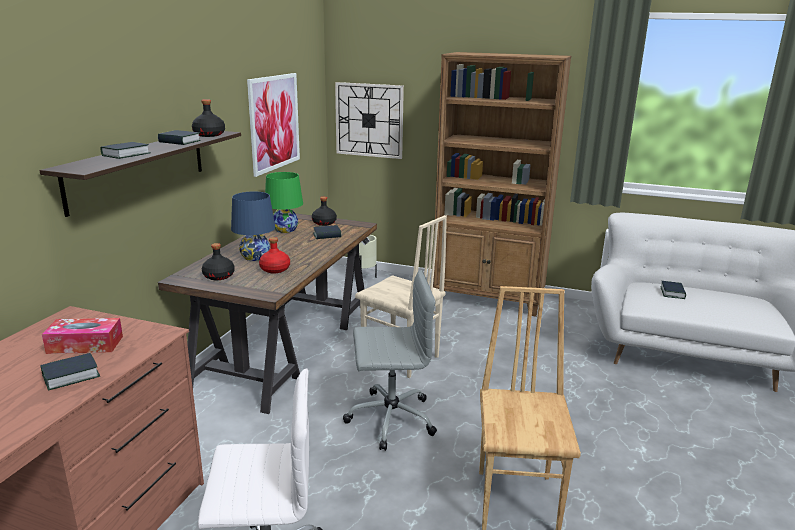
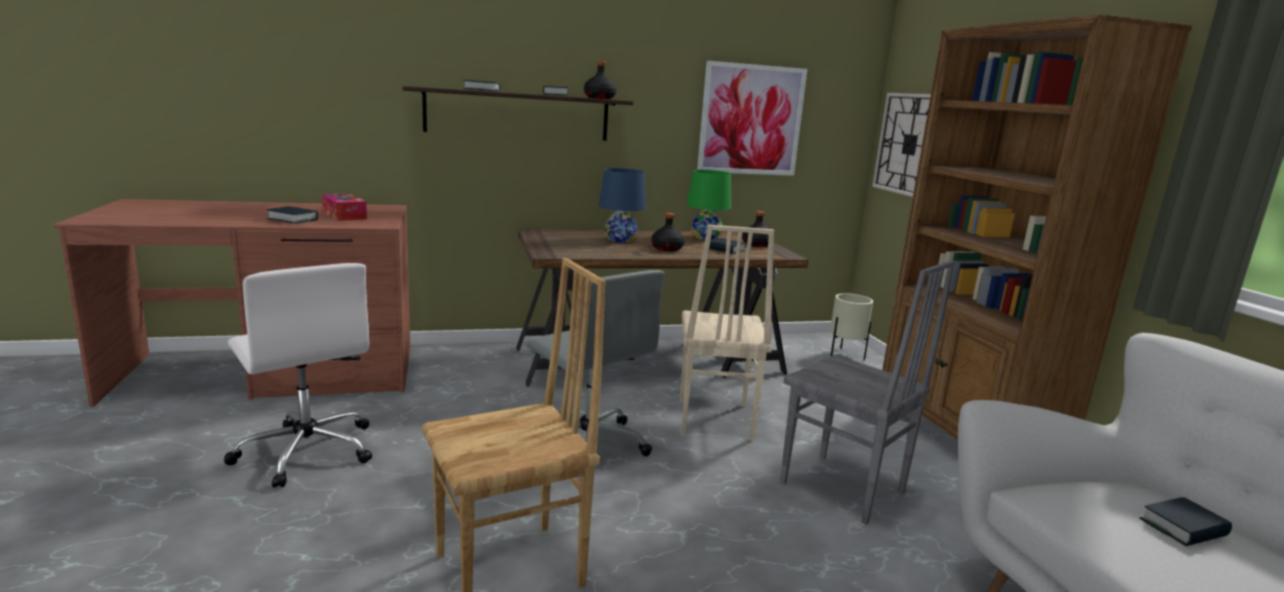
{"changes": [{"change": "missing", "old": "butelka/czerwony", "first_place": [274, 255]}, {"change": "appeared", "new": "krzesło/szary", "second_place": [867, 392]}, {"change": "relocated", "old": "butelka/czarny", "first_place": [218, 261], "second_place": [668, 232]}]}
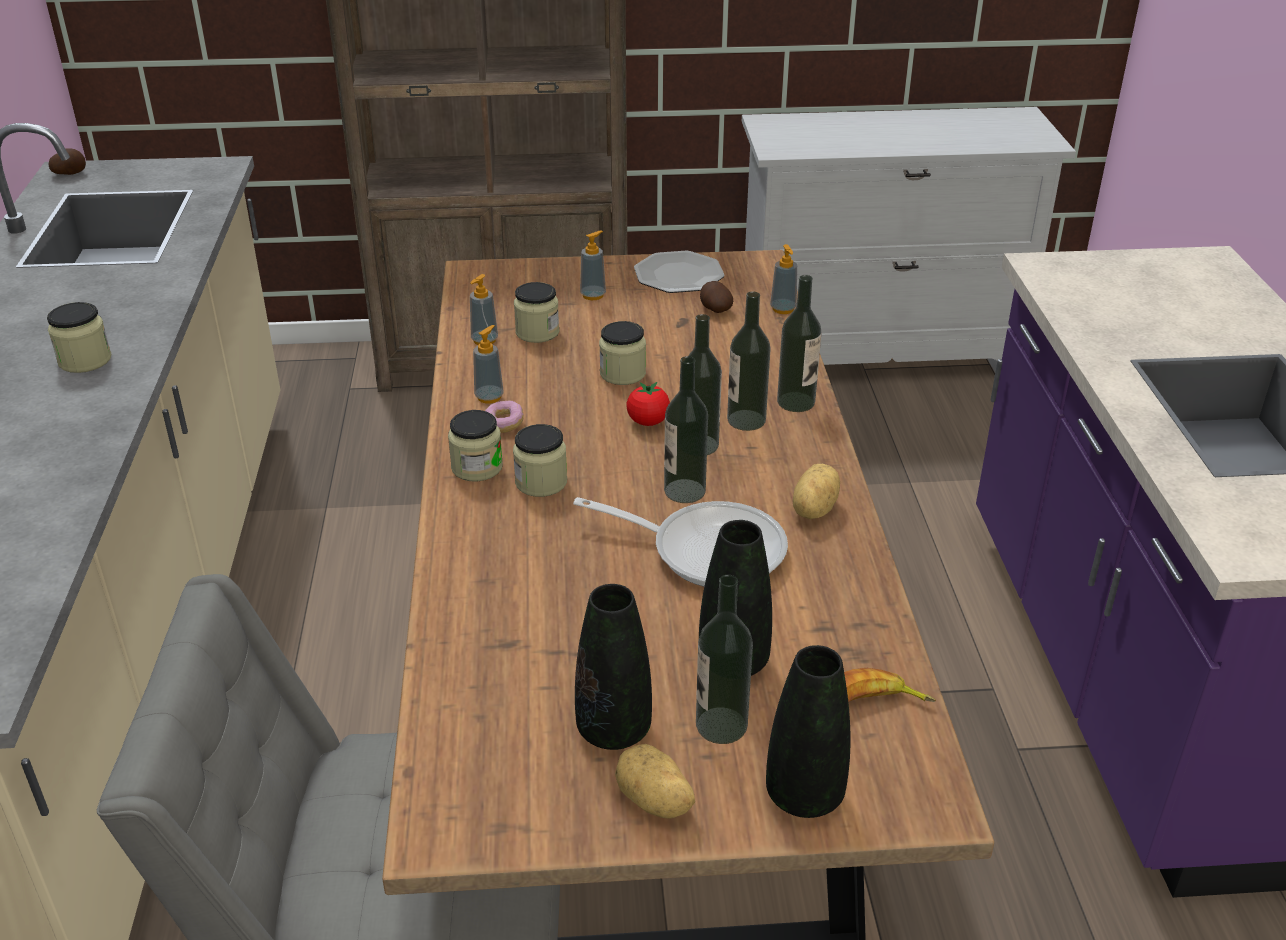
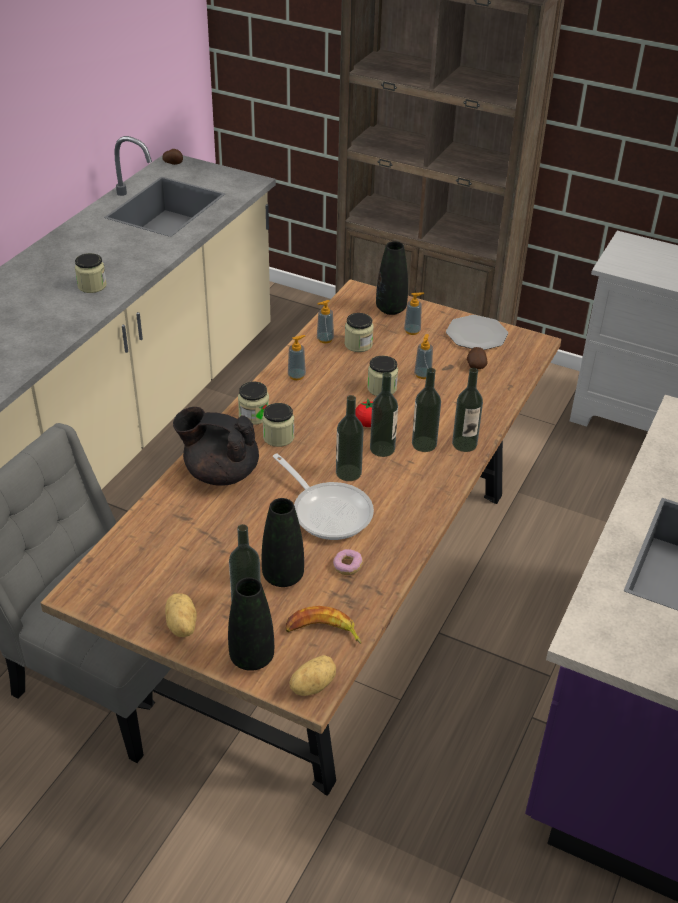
{"changes": [{"change": "appeared", "new": "imbryk/czarny", "second_place": [216, 446]}, {"change": "relocated", "old": "donut", "first_place": [504, 417], "second_place": [348, 562]}, {"change": "relocated", "old": "wazon/czarny", "first_place": [613, 667], "second_place": [392, 278]}, {"change": "relocated", "old": "dozownik mydła", "first_place": [783, 279], "second_place": [423, 356]}, {"change": "relocated", "old": "ziemniak", "first_place": [816, 491], "second_place": [312, 675]}]}
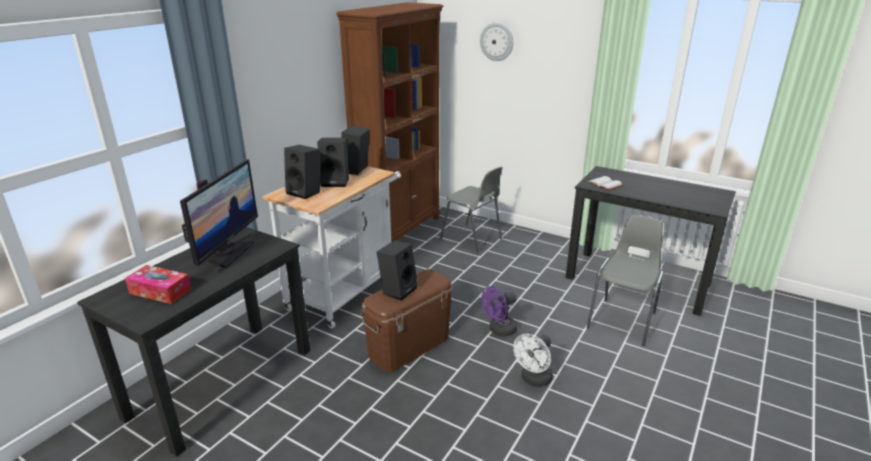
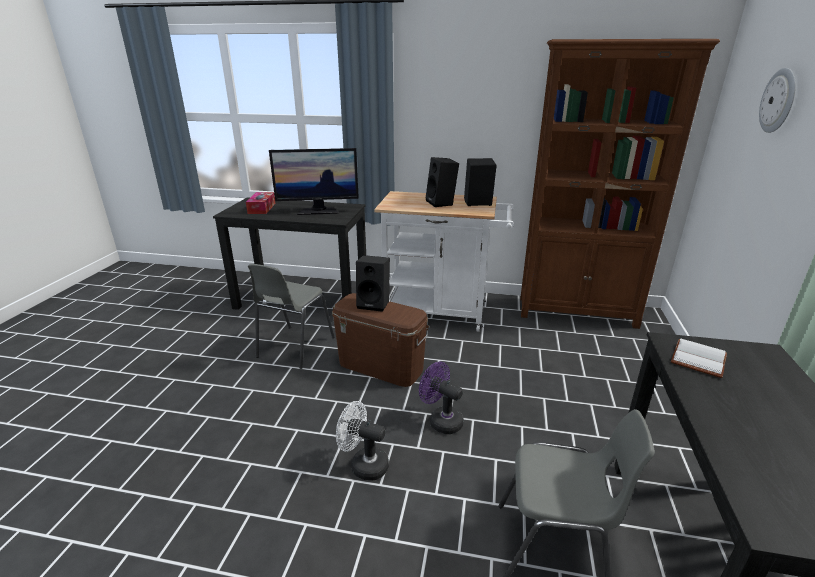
{"changes": [{"change": "missing", "old": "głośnik/czarny", "first_place": [302, 172]}, {"change": "relocated", "old": "krzesło/szary", "first_place": [471, 210], "second_place": [291, 316]}]}
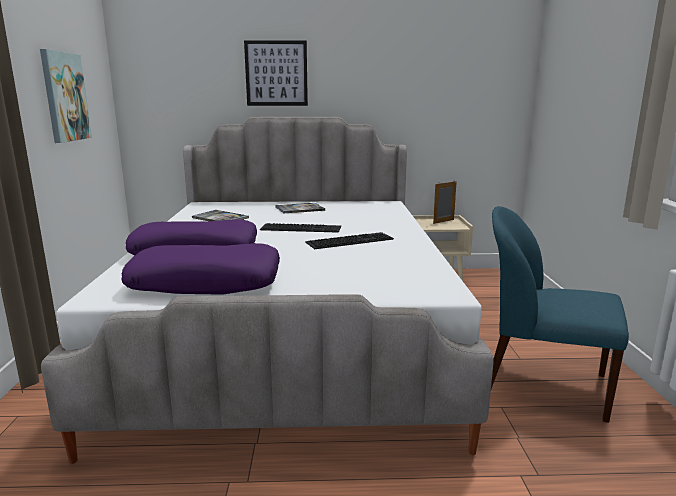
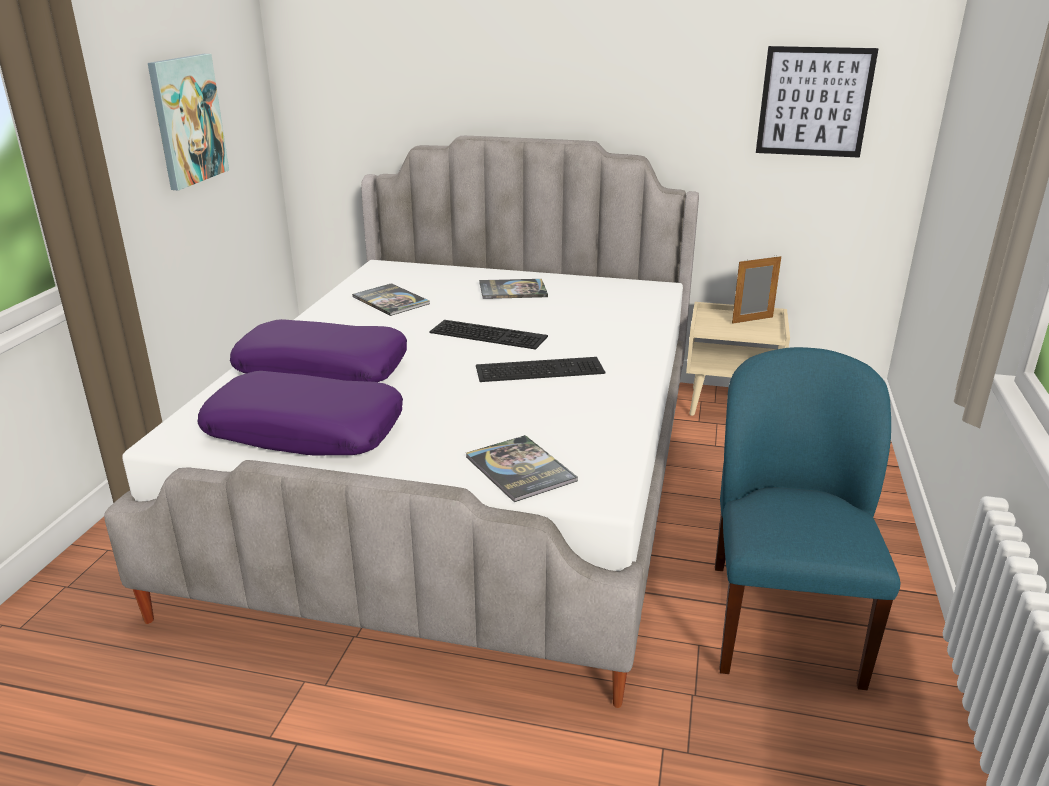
{"changes": [{"change": "appeared", "new": "książka", "second_place": [522, 468]}, {"change": "relocated", "old": "obraz", "first_place": [276, 73], "second_place": [817, 102]}, {"change": "spun", "old": "krzesło/niebieski", "first_place": [560, 314], "second_place": [807, 518], "degrees": 60}]}
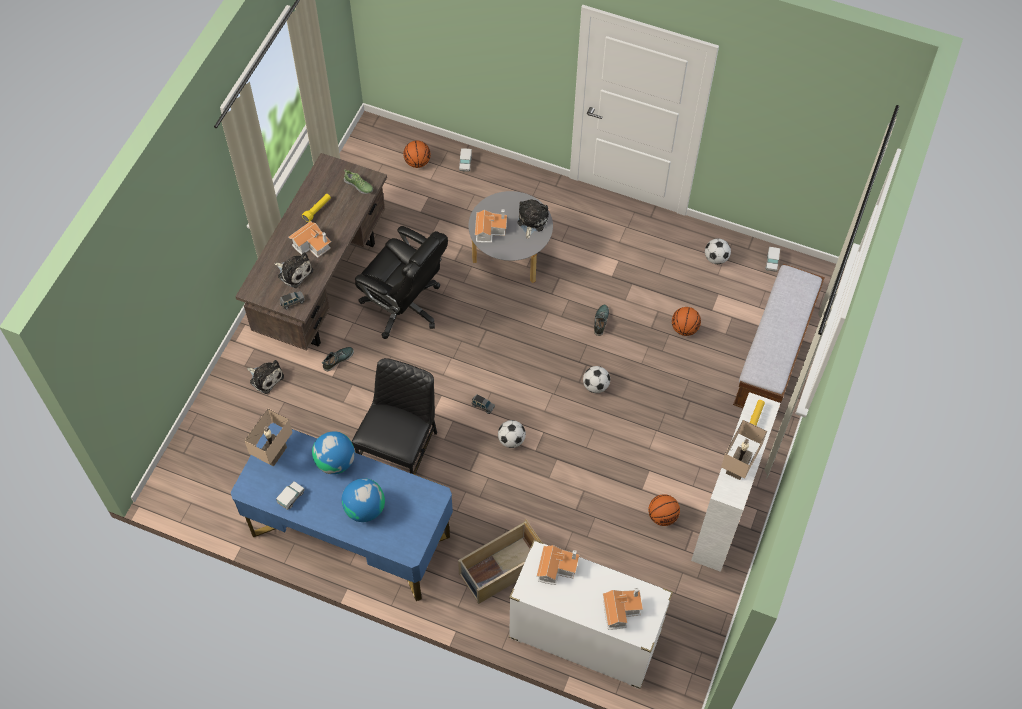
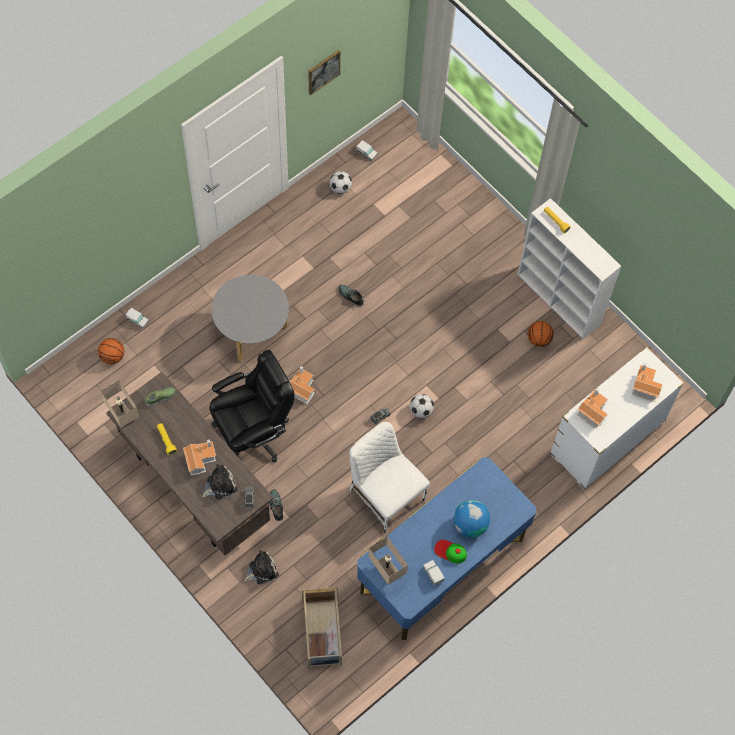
{"changes": [{"change": "missing", "old": "globus", "first_place": [333, 452]}, {"change": "missing", "old": "pluszak", "first_place": [533, 219]}, {"change": "missing", "old": "piłka futbolowa", "first_place": [596, 379]}, {"change": "missing", "old": "piłka do koszykówki", "first_place": [686, 321]}, {"change": "missing", "old": "ławka", "first_place": [779, 338]}, {"change": "appeared", "new": "obraz", "second_place": [324, 72]}, {"change": "appeared", "new": "czapka z daszkiem", "second_place": [450, 551]}, {"change": "relocated", "old": "pojemnik do przechowywania/beżowy", "first_place": [499, 561], "second_place": [322, 627]}, {"change": "relocated", "old": "domek", "first_place": [491, 226], "second_place": [302, 385]}, {"change": "relocated", "old": "lampa stołowa/beżowy", "first_place": [744, 450], "second_place": [120, 404]}, {"change": "colour", "old": "krzesło/czarny", "new": "krzesło/biały", "first_place": [394, 416], "second_place": [389, 477]}]}
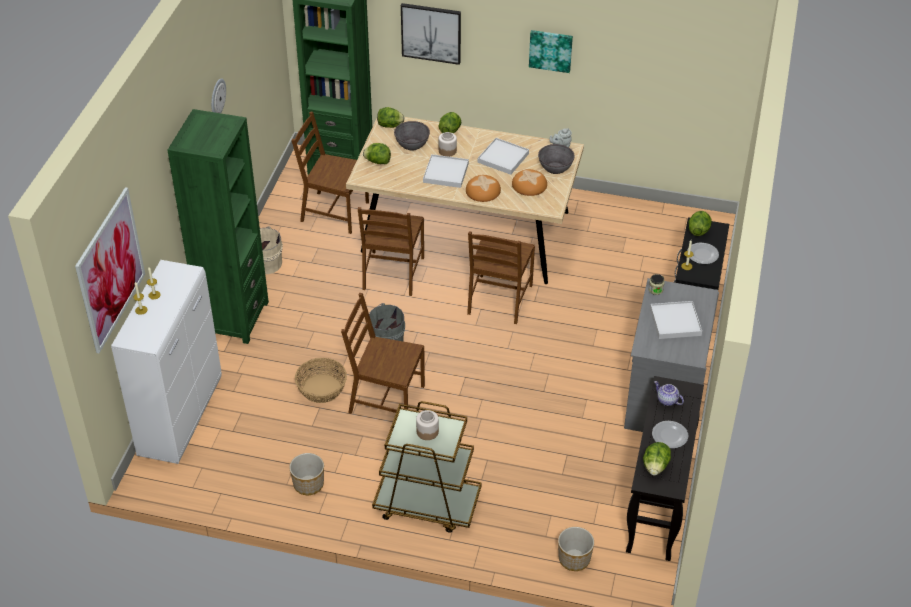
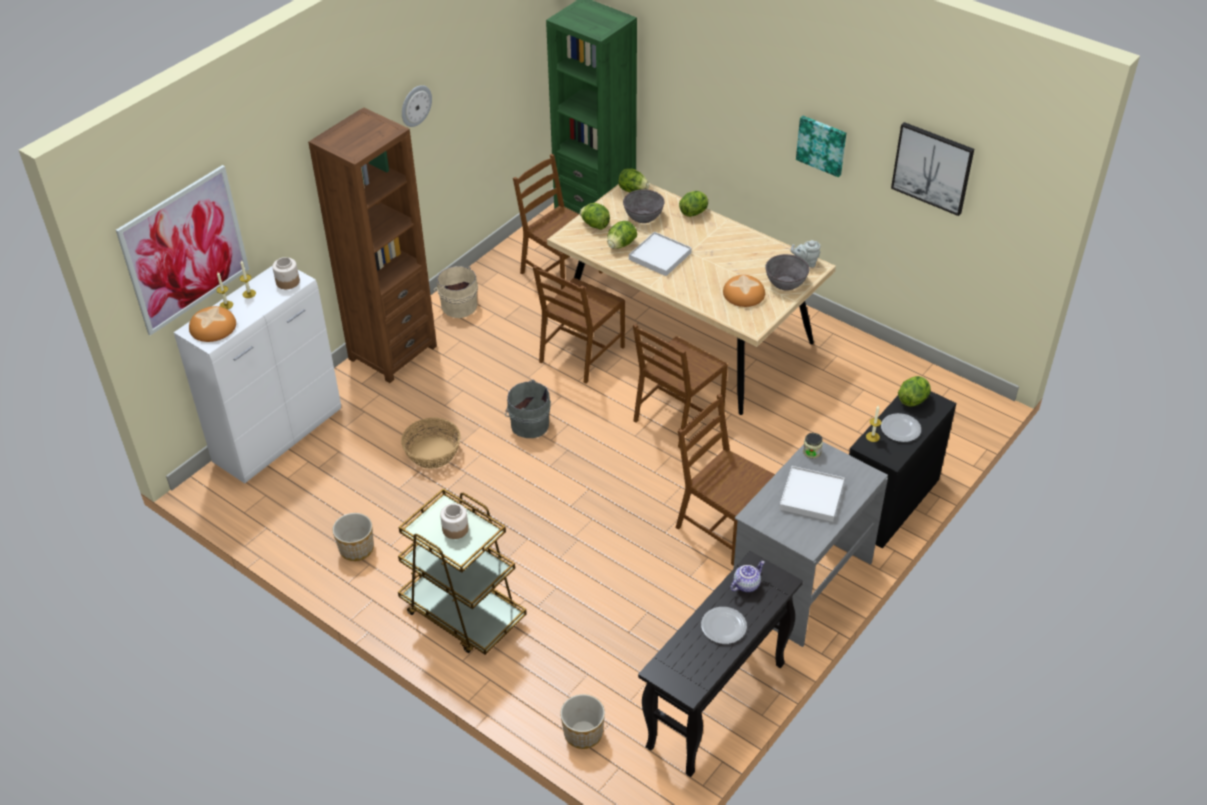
{"changes": [{"change": "missing", "old": "taca/biały", "first_place": [503, 156]}, {"change": "relocated", "old": "krzesło/brązowy", "first_place": [383, 353], "second_place": [725, 480]}, {"change": "relocated", "old": "obraz", "first_place": [431, 34], "second_place": [932, 169]}, {"change": "relocated", "old": "słoik", "first_place": [448, 144], "second_place": [286, 273]}, {"change": "relocated", "old": "chleb", "first_place": [483, 188], "second_place": [212, 324]}, {"change": "relocated", "old": "sałata", "first_place": [657, 459], "second_place": [622, 235]}, {"change": "colour", "old": "regał/zielony", "new": "regał/brązowy", "first_place": [218, 226], "second_place": [372, 245]}, {"change": "spun", "old": "imbryk", "first_place": [669, 393], "second_place": [747, 576], "degrees": 75}]}
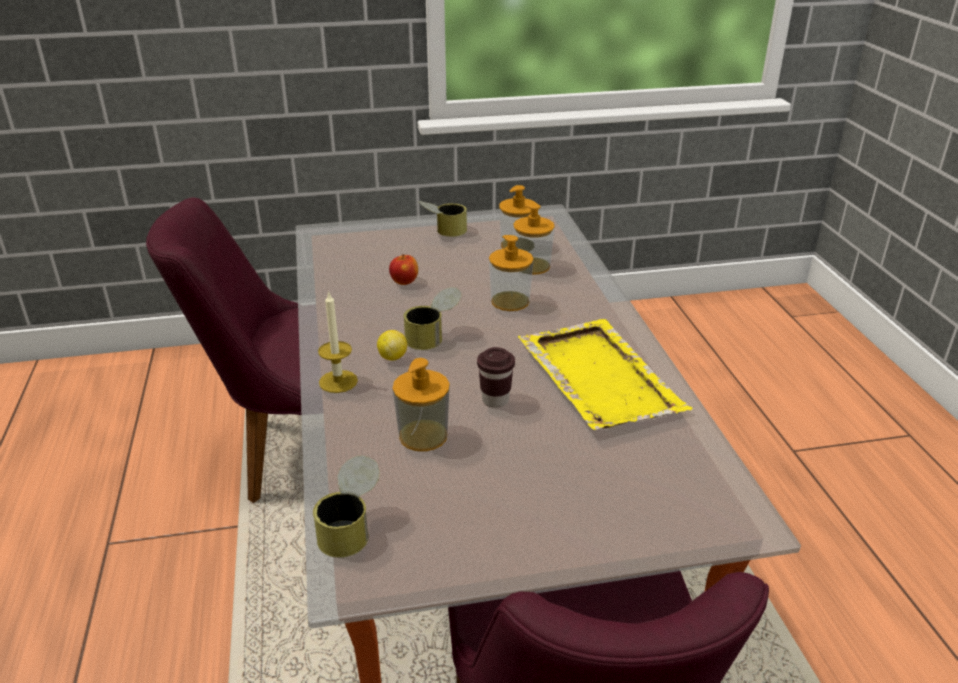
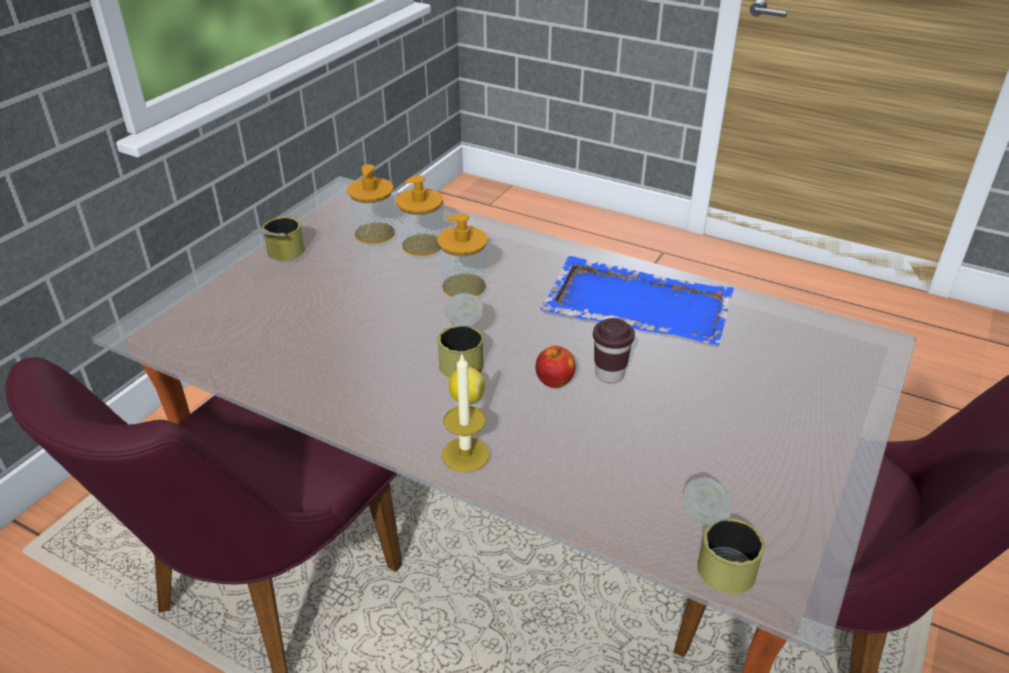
{"changes": [{"change": "missing", "old": "dozownik mydła", "first_place": [421, 404]}, {"change": "relocated", "old": "jabłko", "first_place": [403, 269], "second_place": [556, 367]}, {"change": "colour", "old": "taca/żółty", "new": "taca/niebieski", "first_place": [605, 374], "second_place": [637, 300]}]}
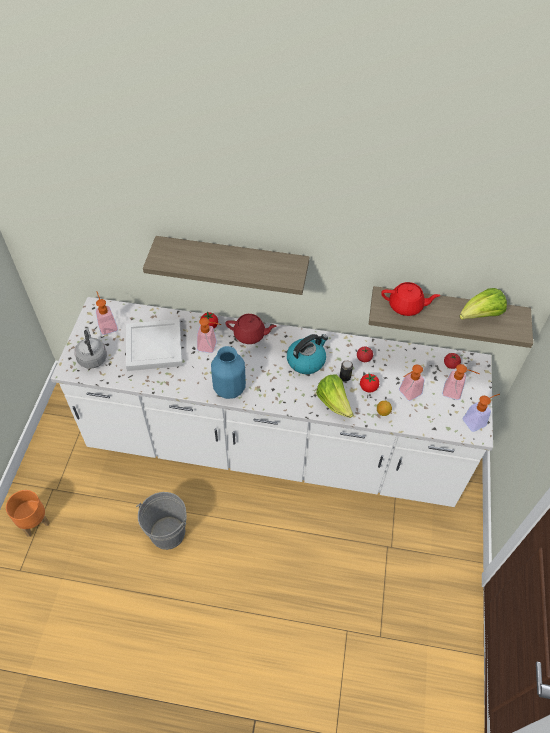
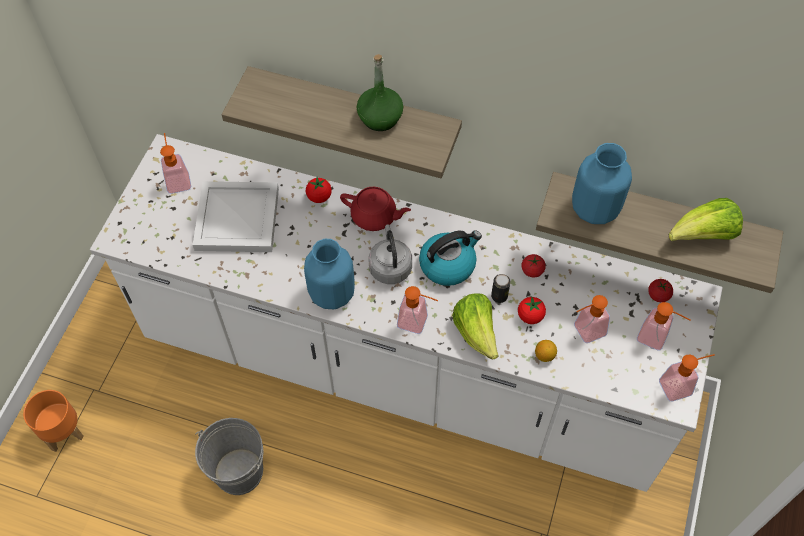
{"changes": [{"change": "appeared", "new": "butelka/zielony", "second_place": [380, 92]}, {"change": "relocated", "old": "czajnik/szary", "first_place": [90, 348], "second_place": [390, 254]}, {"change": "relocated", "old": "dozownik mydła", "first_place": [209, 335], "second_place": [417, 310]}, {"change": "exchanged", "old": "imbryk/czerwony", "new": "wazon/niebieski", "first_place": [410, 299], "second_place": [602, 183]}]}
